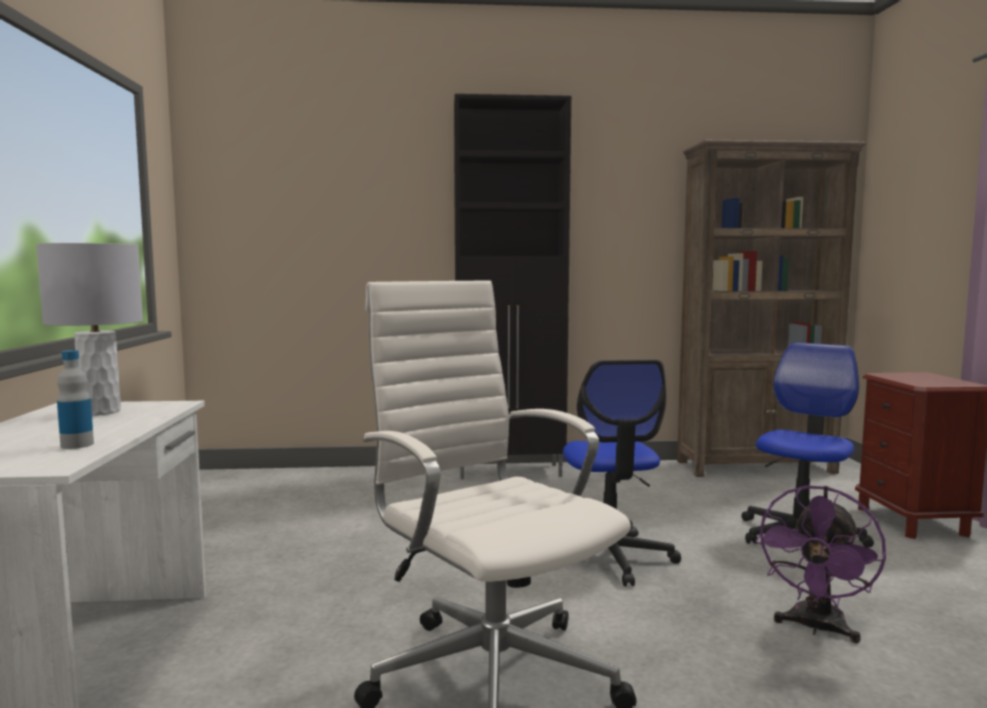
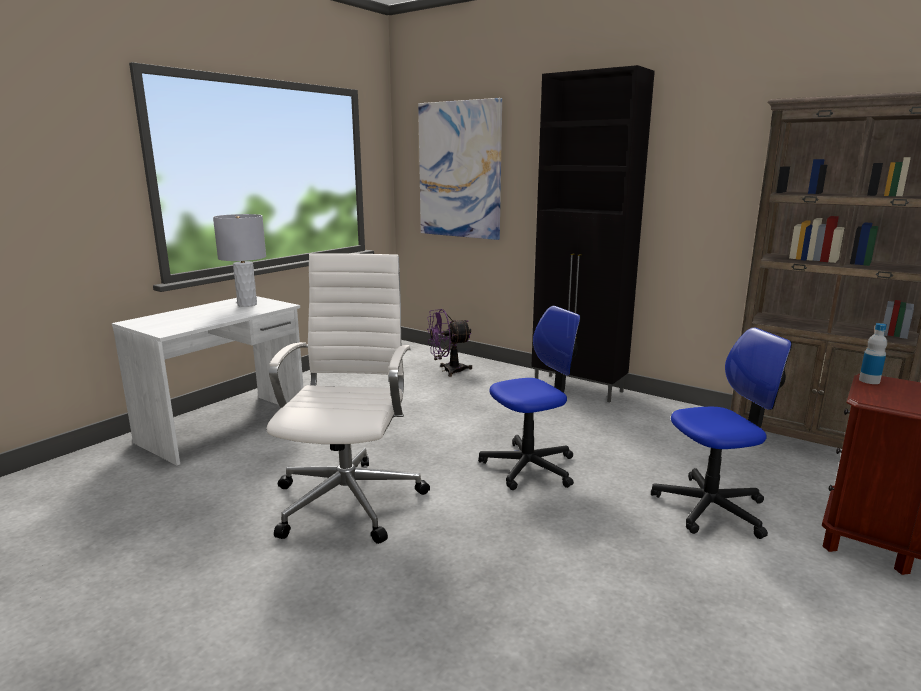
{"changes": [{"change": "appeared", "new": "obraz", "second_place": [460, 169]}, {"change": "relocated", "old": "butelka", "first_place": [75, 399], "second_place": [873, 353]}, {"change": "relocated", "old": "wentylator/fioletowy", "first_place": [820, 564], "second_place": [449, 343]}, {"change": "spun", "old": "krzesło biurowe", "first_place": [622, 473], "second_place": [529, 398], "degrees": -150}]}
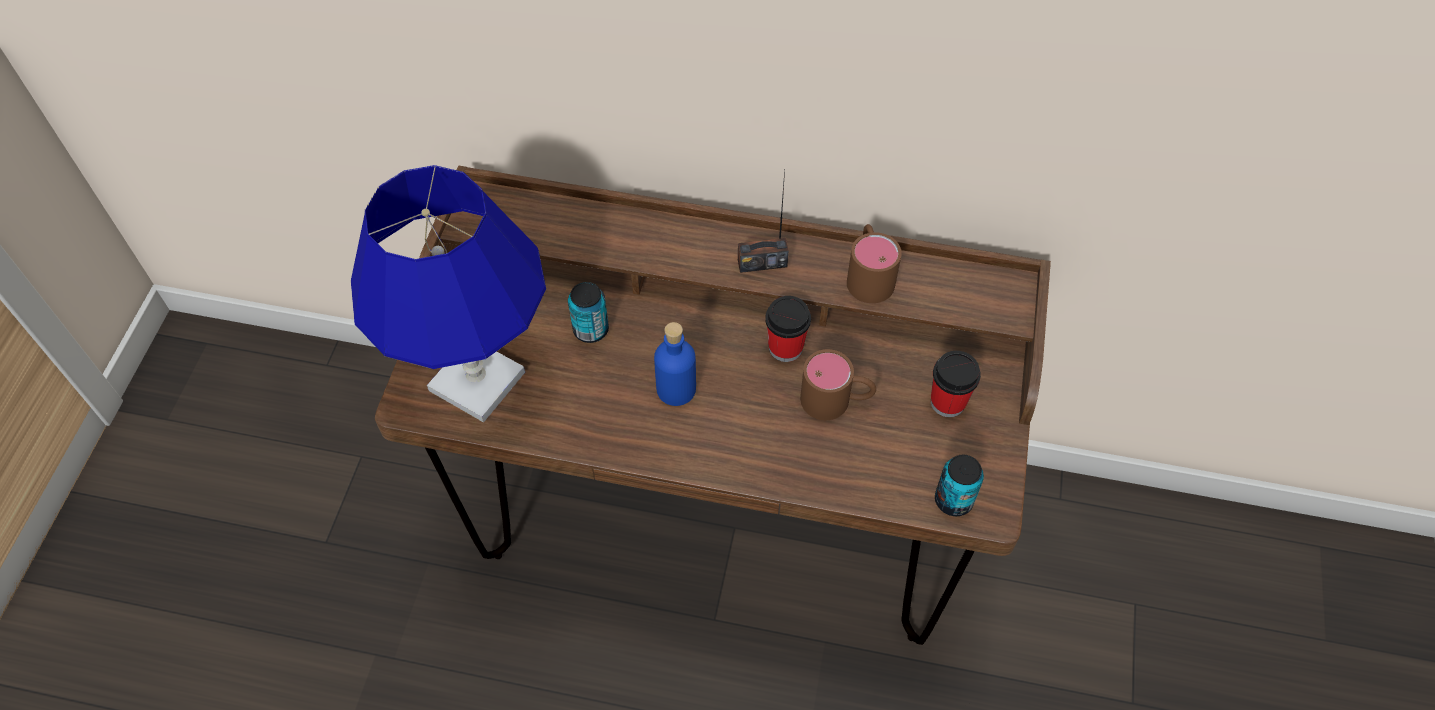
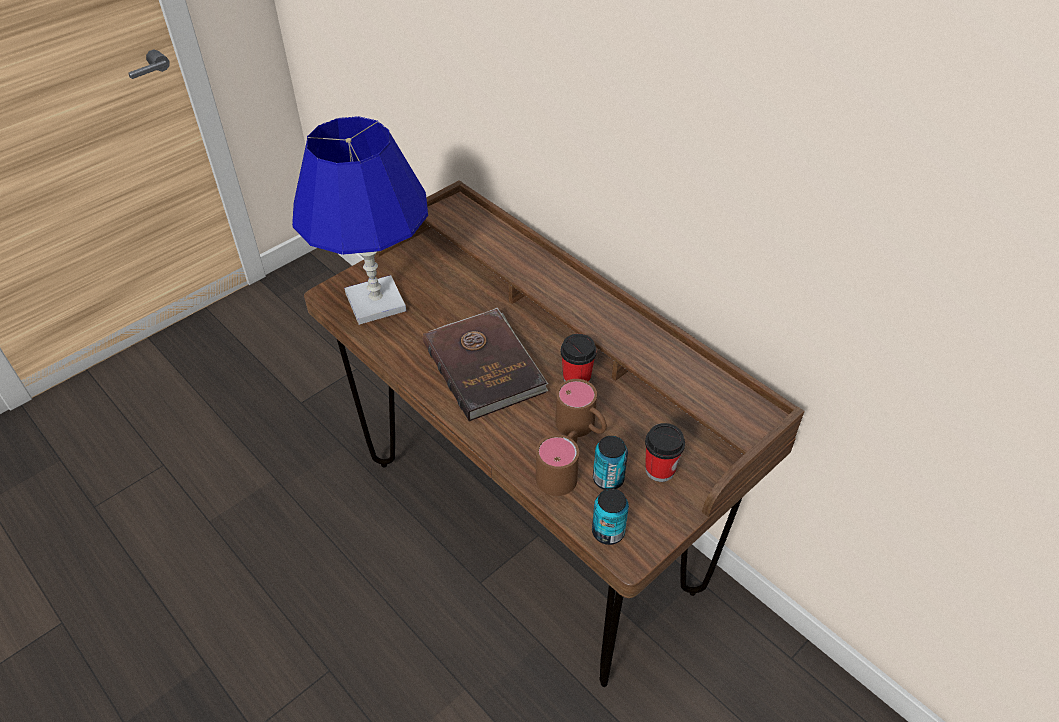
{"changes": [{"change": "missing", "old": "radio", "first_place": [763, 221]}, {"change": "relocated", "old": "puszka", "first_place": [588, 312], "second_place": [610, 463]}, {"change": "relocated", "old": "kubek/brązowy", "first_place": [874, 263], "second_place": [557, 463]}, {"change": "exchanged", "old": "butelka/niebieski", "new": "książka/brązowy", "first_place": [675, 364], "second_place": [485, 364]}]}
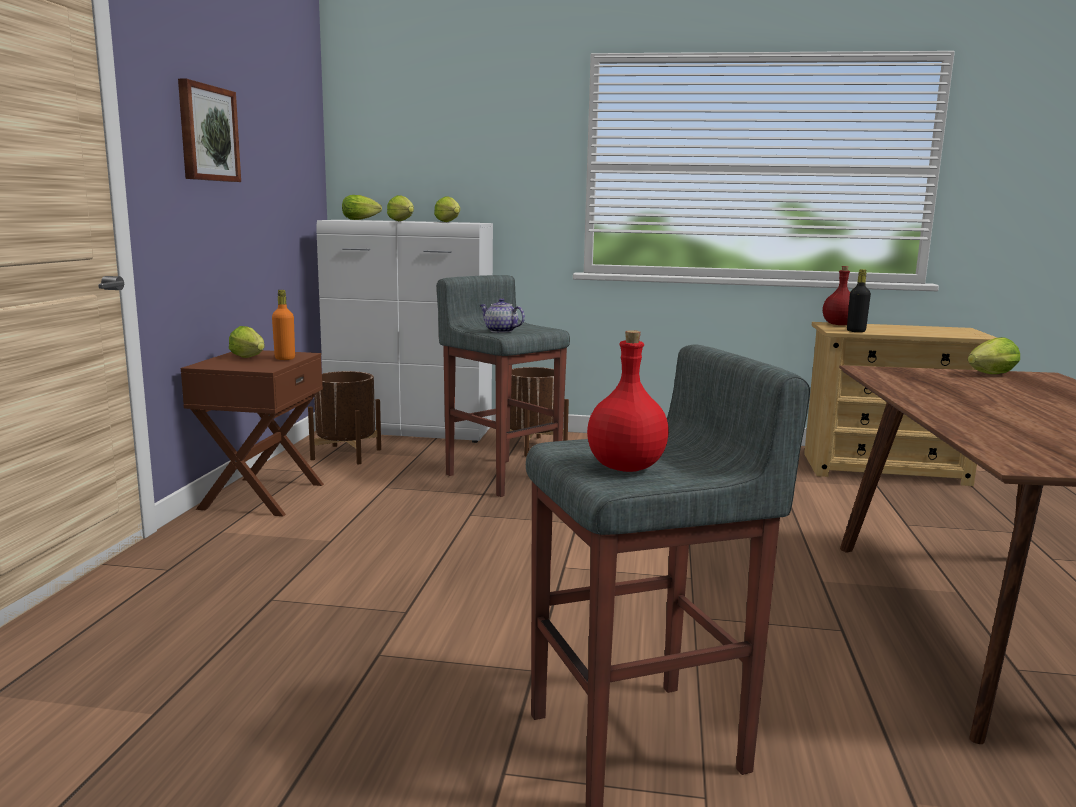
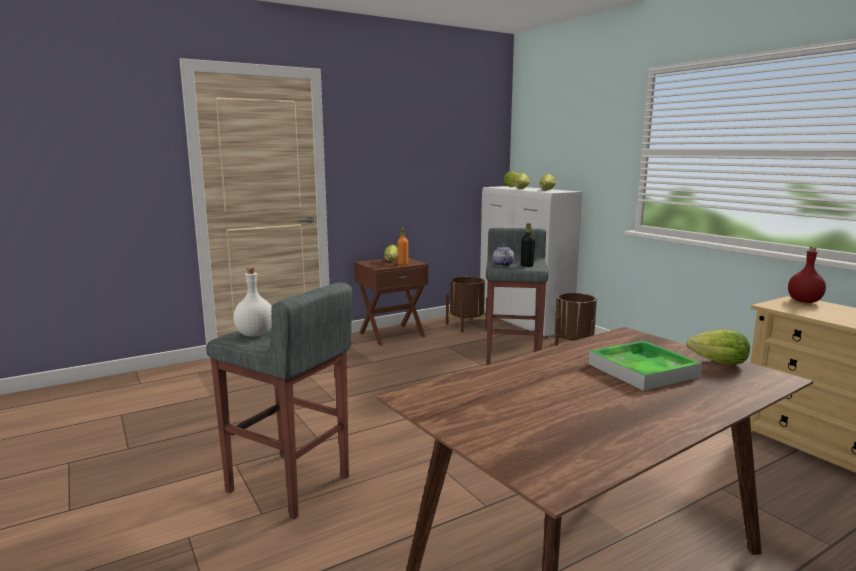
{"changes": [{"change": "missing", "old": "obraz", "first_place": [209, 130]}, {"change": "appeared", "new": "taca", "second_place": [645, 365]}, {"change": "relocated", "old": "butelka/czarny", "first_place": [859, 300], "second_place": [528, 245]}, {"change": "colour", "old": "butelka/czerwony", "new": "butelka/biały", "first_place": [628, 401], "second_place": [253, 301]}]}
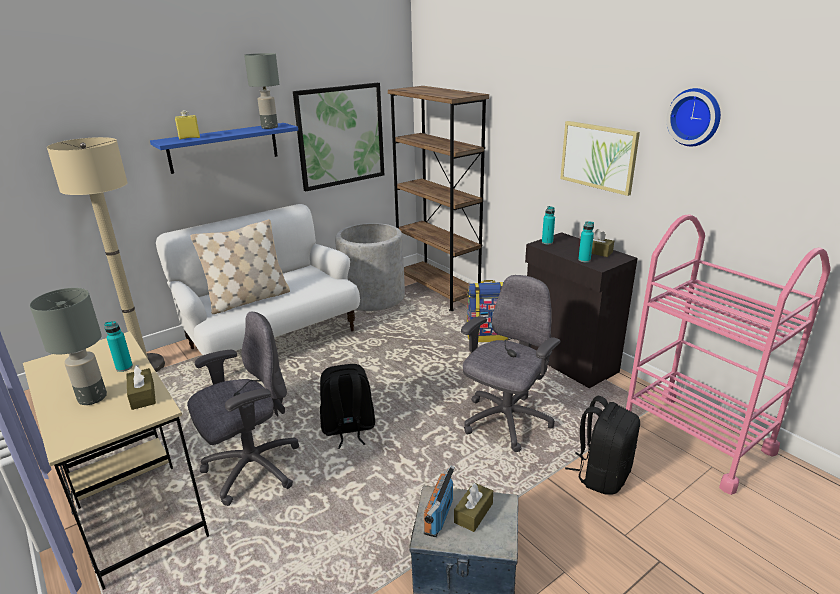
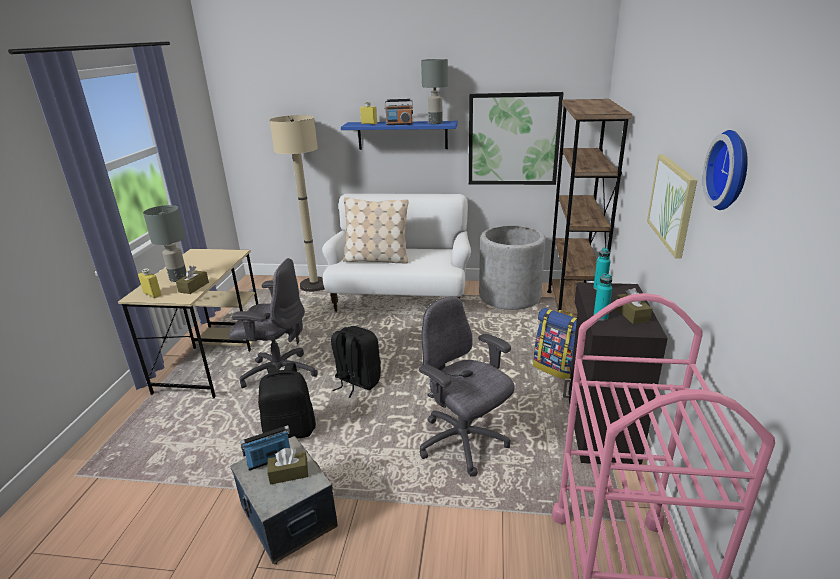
{"changes": [{"change": "missing", "old": "butelka/turkusowy", "first_place": [118, 346]}, {"change": "appeared", "new": "butelka/żółty", "second_place": [149, 283]}, {"change": "appeared", "new": "radio", "second_place": [398, 112]}, {"change": "relocated", "old": "plecak/czarny", "first_place": [602, 445], "second_place": [287, 401]}, {"change": "spun", "old": "krzesło biurowe/szary", "first_place": [510, 363], "second_place": [466, 386], "degrees": -120}]}
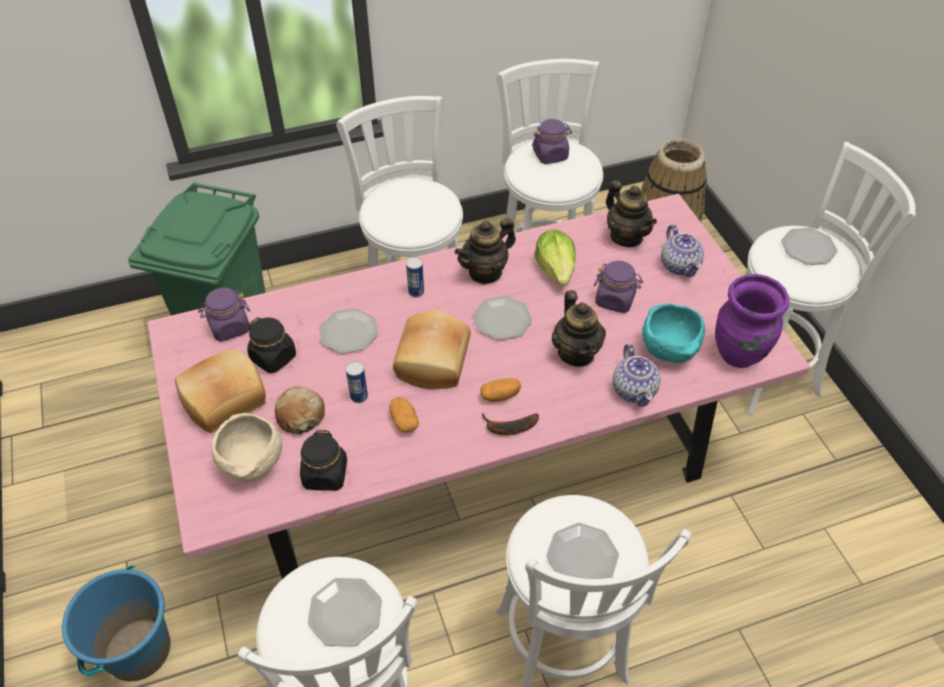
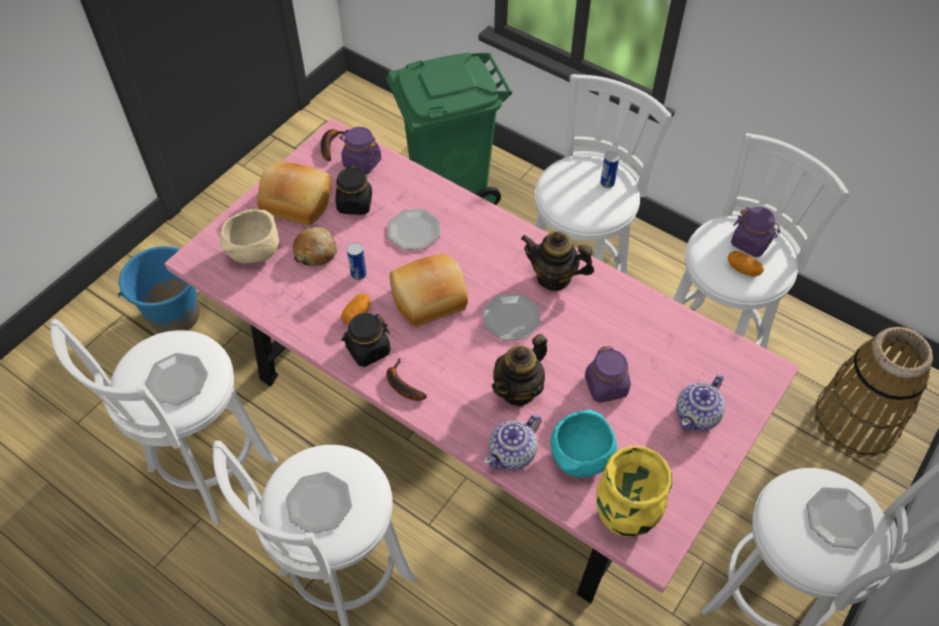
{"changes": [{"change": "missing", "old": "sałata", "first_place": [555, 257]}, {"change": "missing", "old": "imbryk", "first_place": [631, 213]}, {"change": "appeared", "new": "banan", "second_place": [334, 145]}, {"change": "relocated", "old": "słoik/czarny", "first_place": [323, 460], "second_place": [366, 340]}, {"change": "relocated", "old": "puszka", "first_place": [415, 277], "second_place": [610, 169]}, {"change": "relocated", "old": "ziemniak", "first_place": [500, 390], "second_place": [746, 264]}, {"change": "colour", "old": "wazon/fioletowy", "new": "wazon/żółty", "first_place": [752, 321], "second_place": [634, 491]}]}
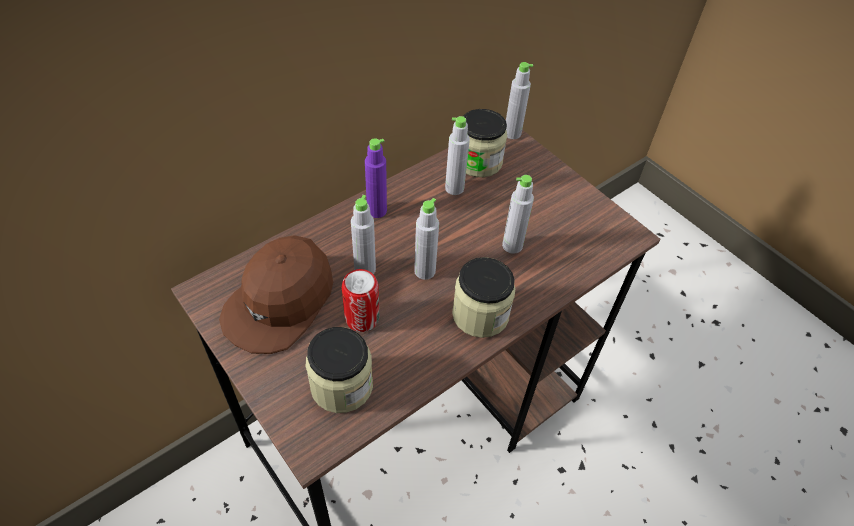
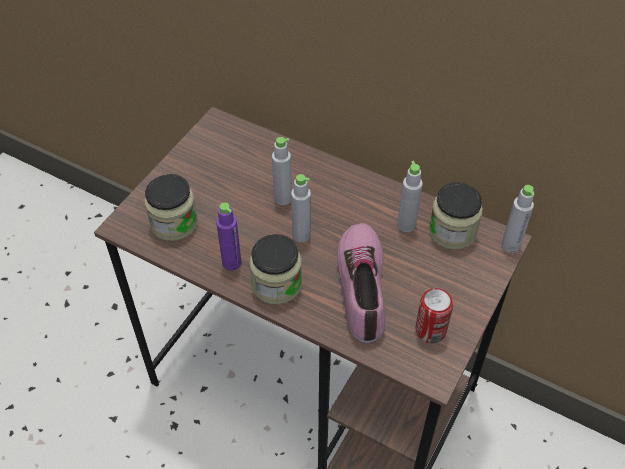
{"changes": [{"change": "missing", "old": "czapka z daszkiem/brązowy", "first_place": [276, 294]}, {"change": "relocated", "old": "puszka", "first_place": [361, 300], "second_place": [434, 316]}, {"change": "relocated", "old": "butelka/fioletowy", "first_place": [376, 178], "second_place": [228, 236]}, {"change": "exchanged", "old": "butelka/szary", "new": "but", "first_place": [518, 214], "second_place": [361, 283]}]}
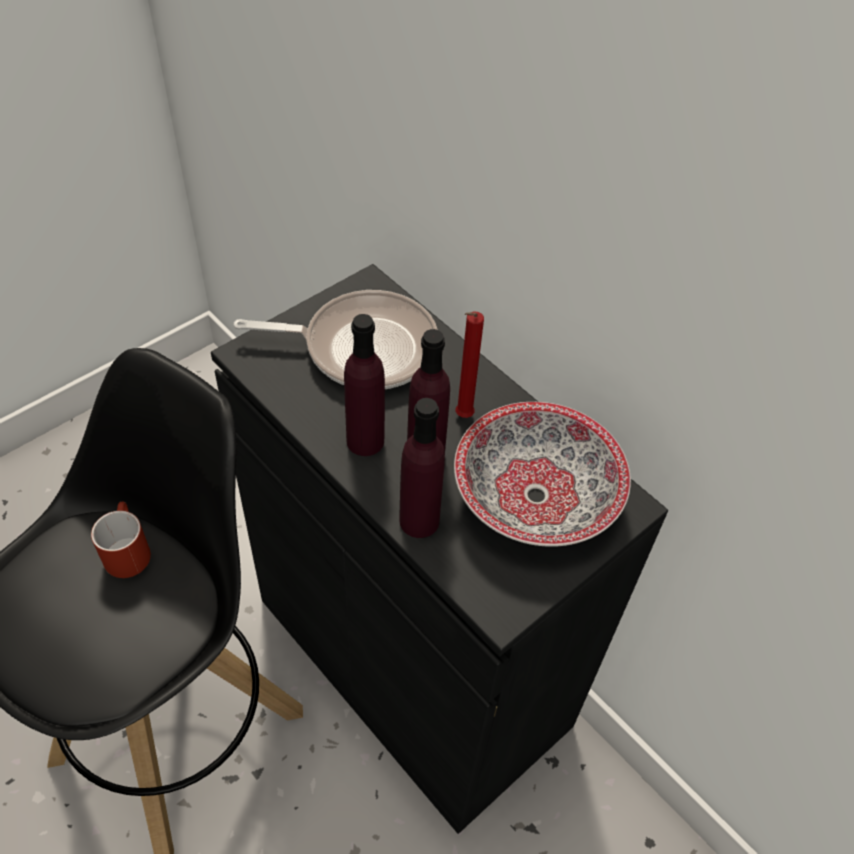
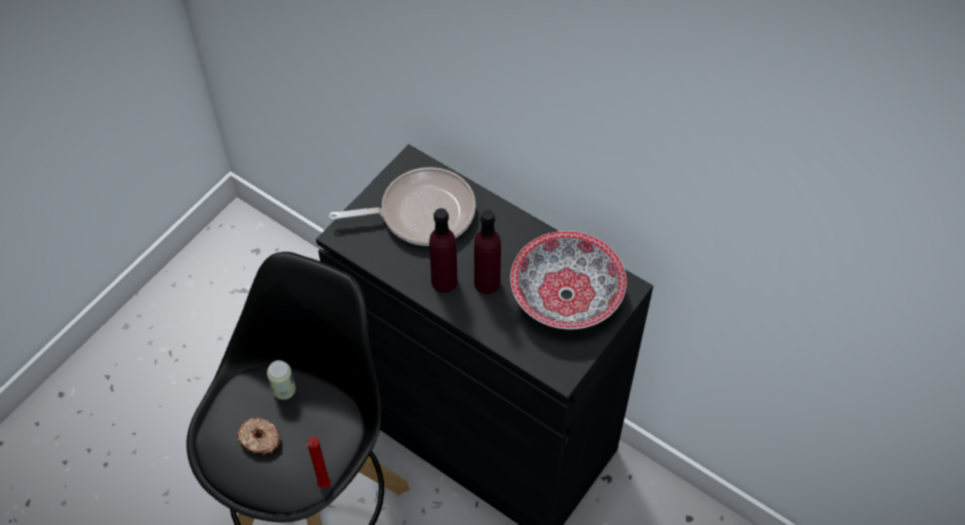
{"changes": [{"change": "missing", "old": "butelka/fioletowy", "first_place": [422, 468]}, {"change": "appeared", "new": "donut", "second_place": [258, 435]}, {"change": "relocated", "old": "świeca/czerwony", "first_place": [470, 365], "second_place": [318, 462]}, {"change": "exchanged", "old": "kubek/czerwony", "new": "puszka", "first_place": [121, 540], "second_place": [281, 380]}]}
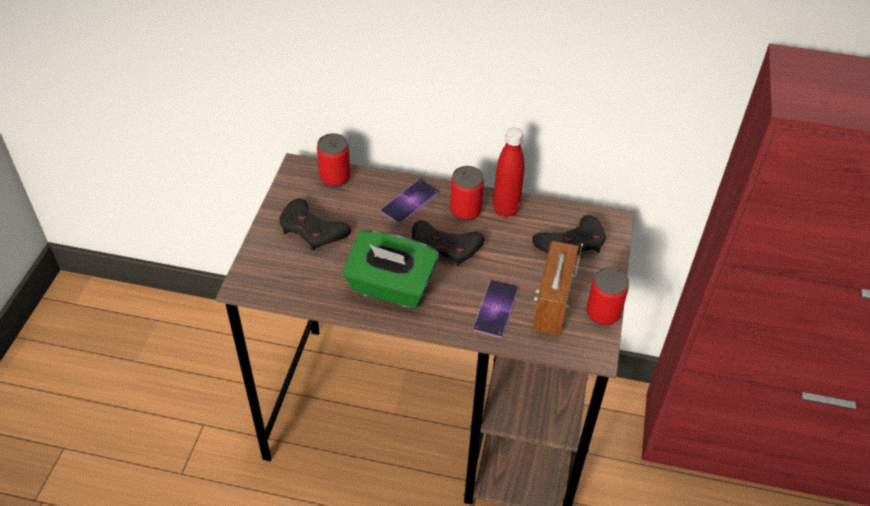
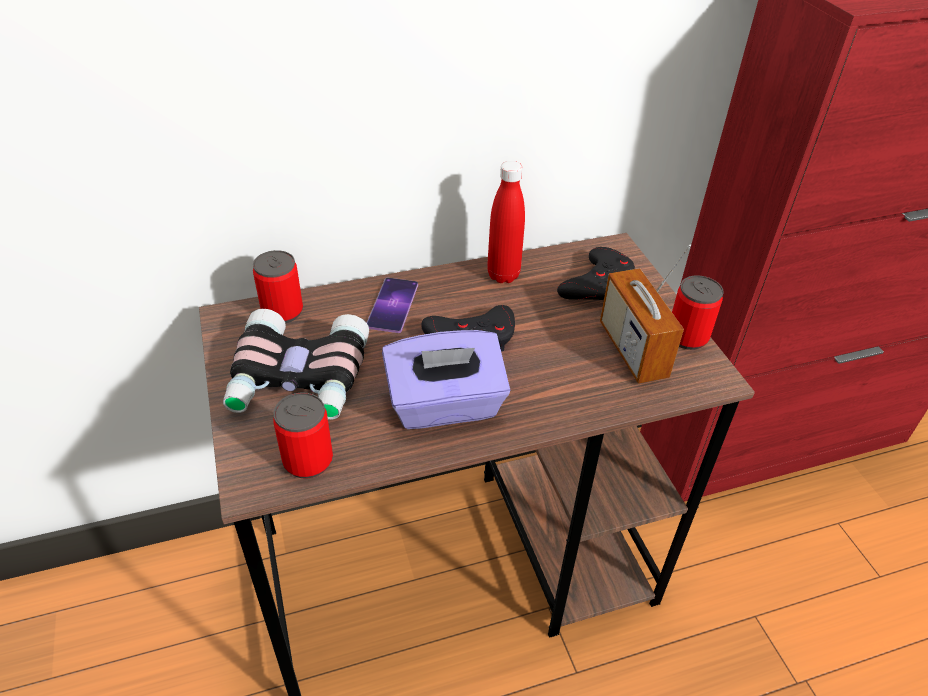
{"changes": [{"change": "missing", "old": "telefon", "first_place": [495, 309]}, {"change": "relocated", "old": "puszka", "first_place": [467, 193], "second_place": [303, 435]}, {"change": "exchanged", "old": "pad do gier/czarny", "new": "lornetka", "first_place": [315, 225], "second_place": [296, 364]}, {"change": "colour", "old": "pudełko chusteczek/zielony", "new": "pudełko chusteczek/fioletowy", "first_place": [390, 269], "second_place": [446, 379]}]}
